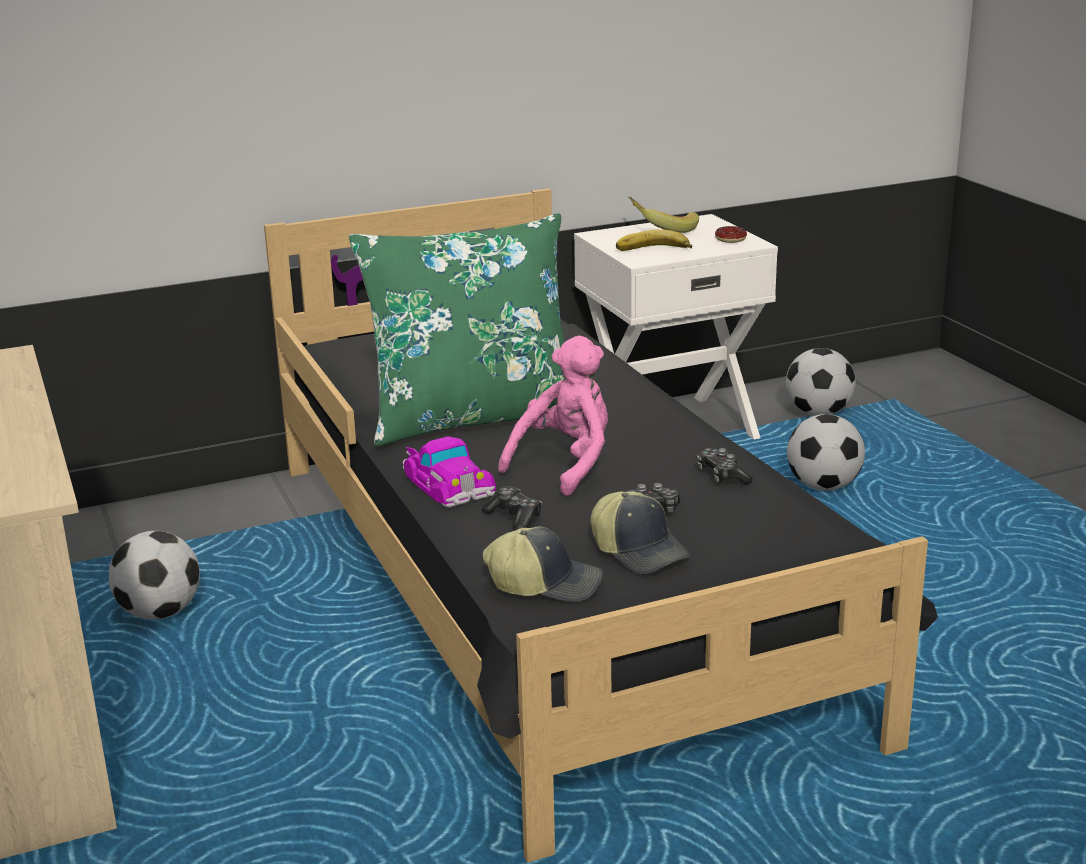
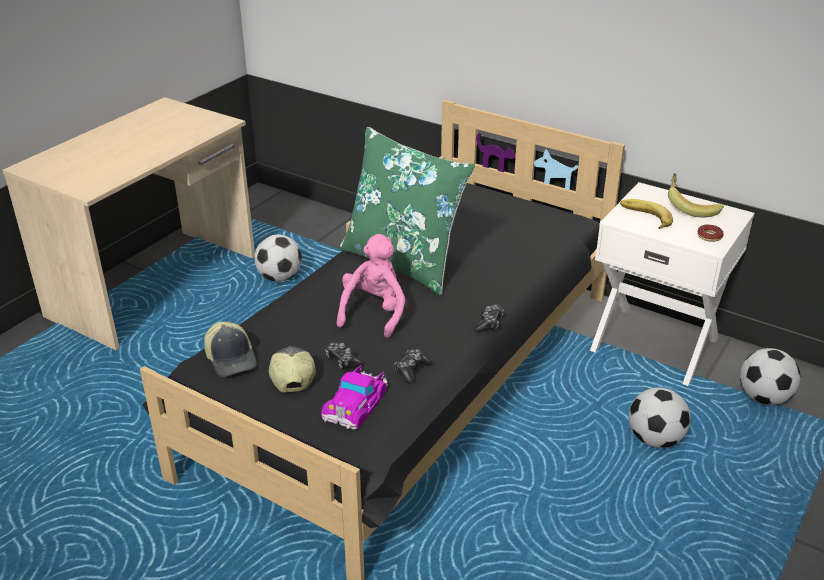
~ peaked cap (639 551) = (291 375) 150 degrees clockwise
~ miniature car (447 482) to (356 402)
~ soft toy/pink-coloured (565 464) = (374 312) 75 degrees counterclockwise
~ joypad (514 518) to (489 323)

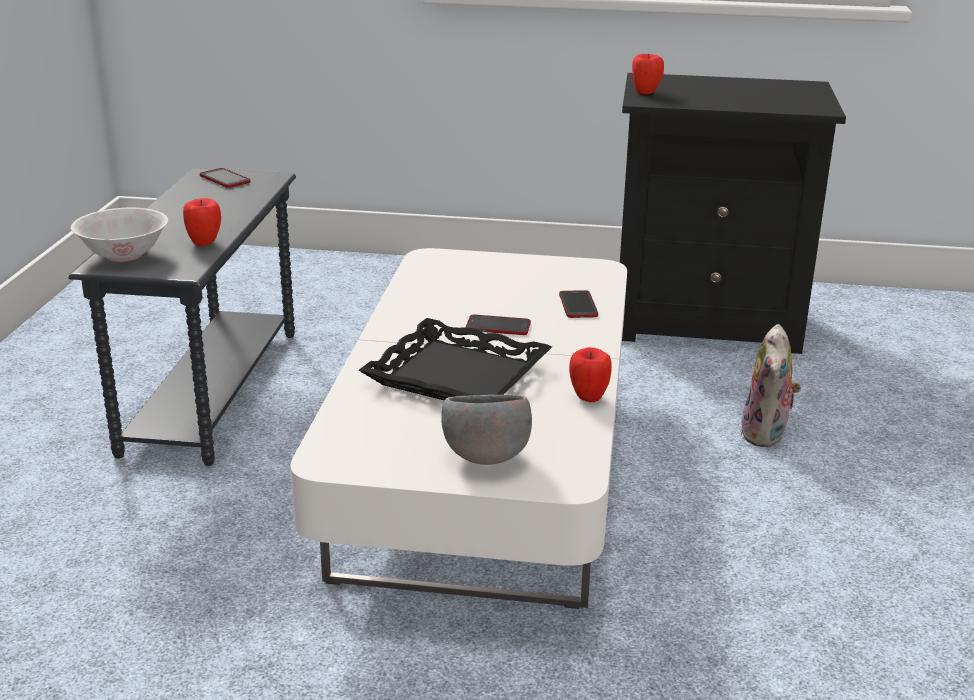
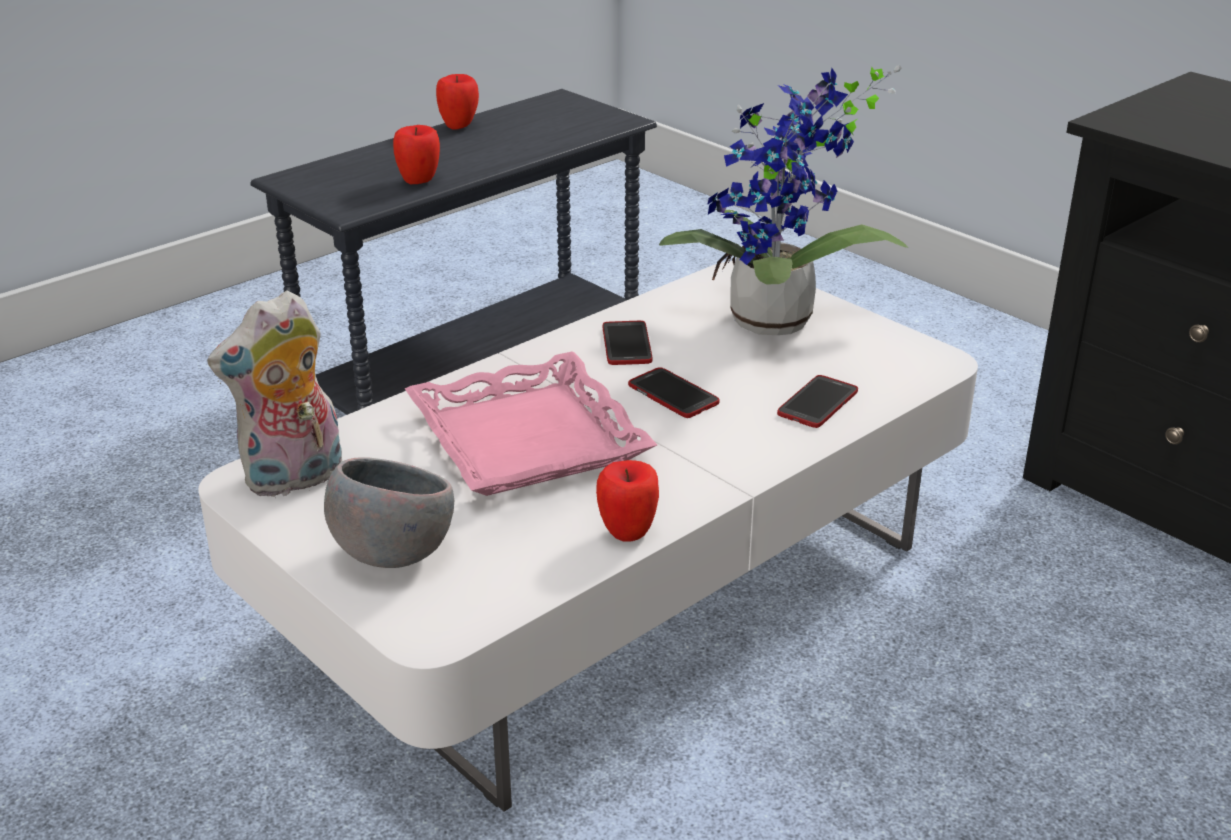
~ soft toy (766 435) to (294 480)
~ tray/black-coloured (458 375) to tray/pink-coloured (529 439)
~ apple fruit (646 92) to (459 126)
~ telephone (225 179) to (627 345)
+ potted plant (775 326)
- deep dish/whitish (124 255)

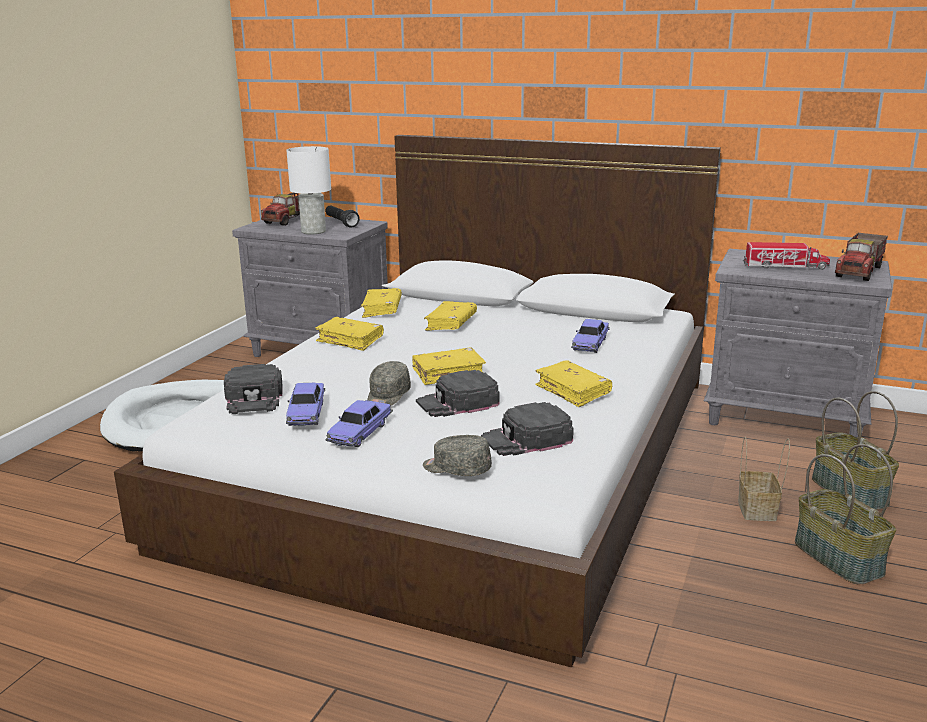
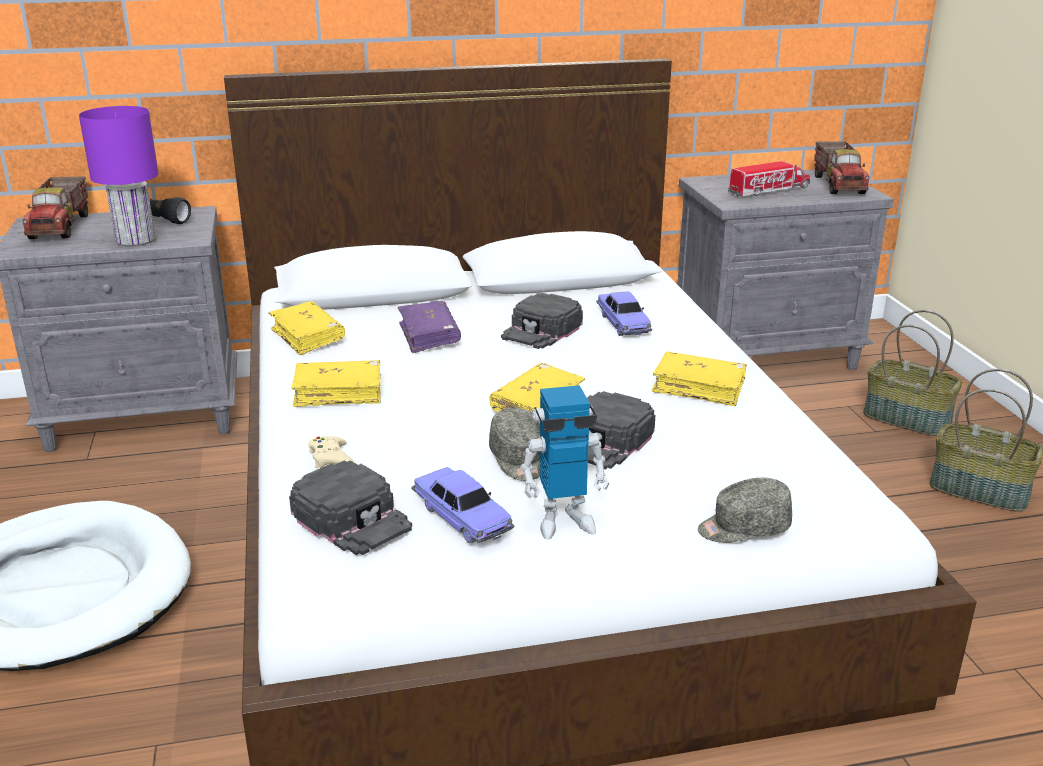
~ tabletop lamp/whitish (312 231) to tabletop lamp/purple-coloured (134 240)
+ joypad/beige (331 458)
~ bound book/yellow-coloured (451 324) to bound book/purple-coloured (429 335)
~ peaked cap/black-coloured (527 438) to (542 330)
~ miniature car (360 432) to robot figure (563 520)
- storage basket (758 510)

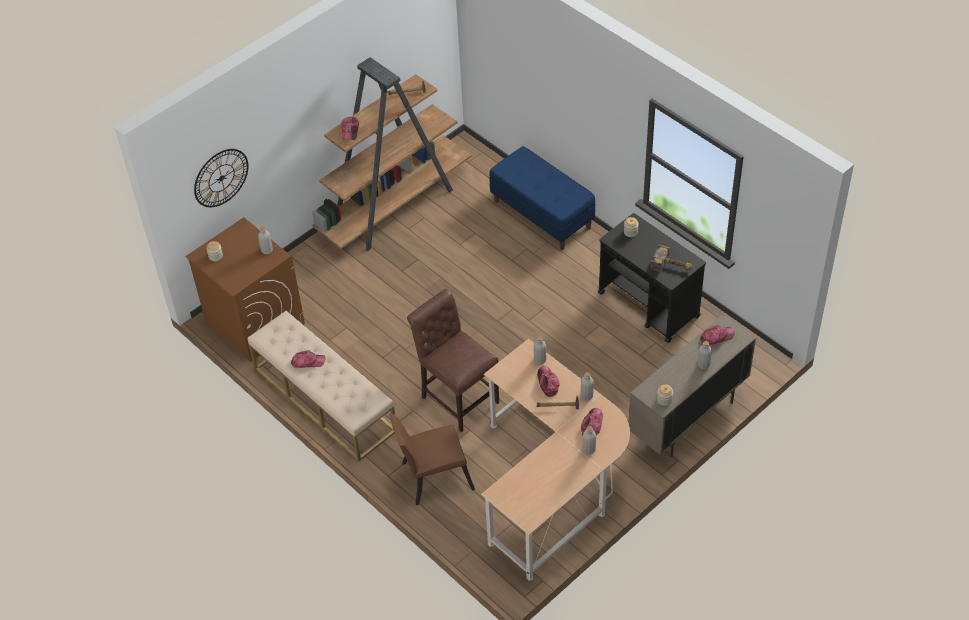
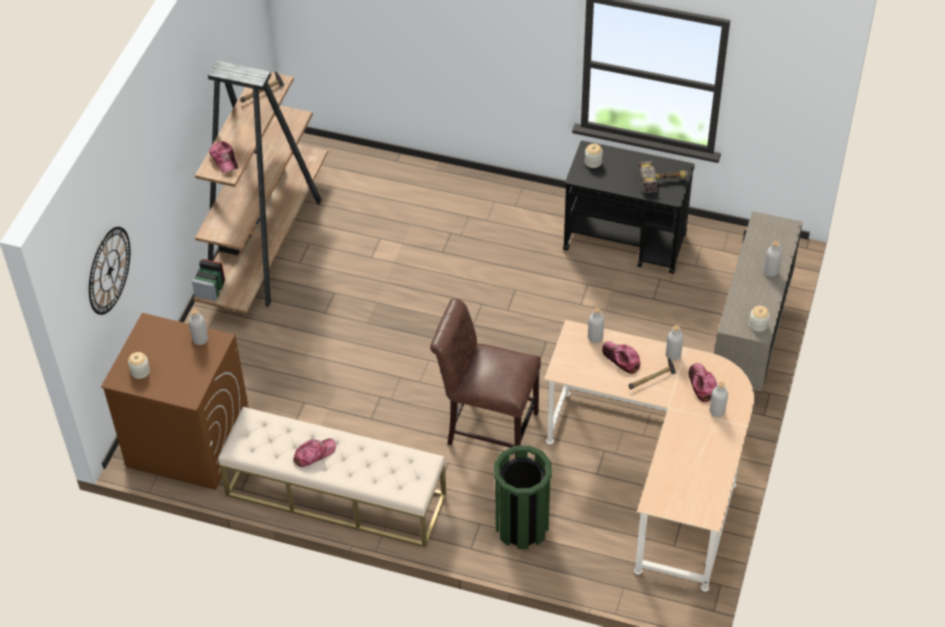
~ upright chair/brown (432 476) to waste bin/greenish (522 526)
- long seat/blue-coloured (542 214)
- peaked cap (717 337)

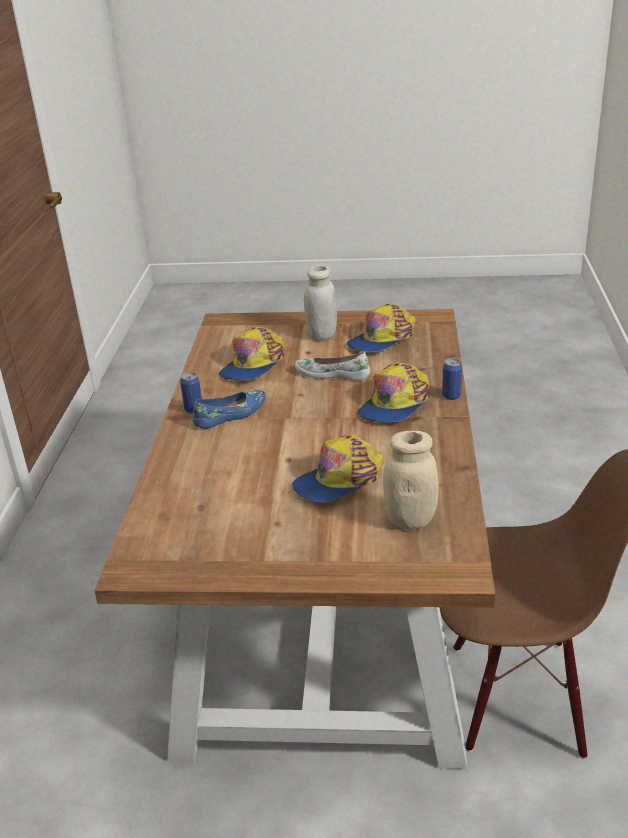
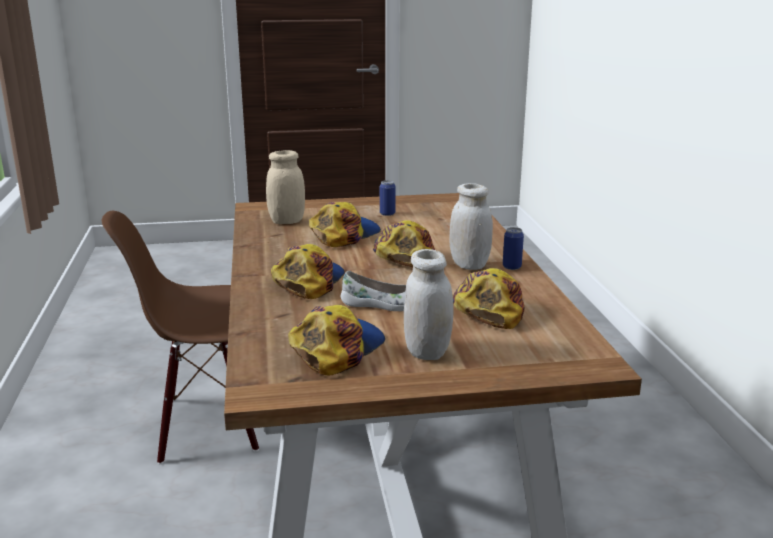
+ peaked cap (404 255)
~ sealed can (451 396) to (387 213)
~ low shoe/blue-coloured (231 415) to preserve jar/whitish (469 265)

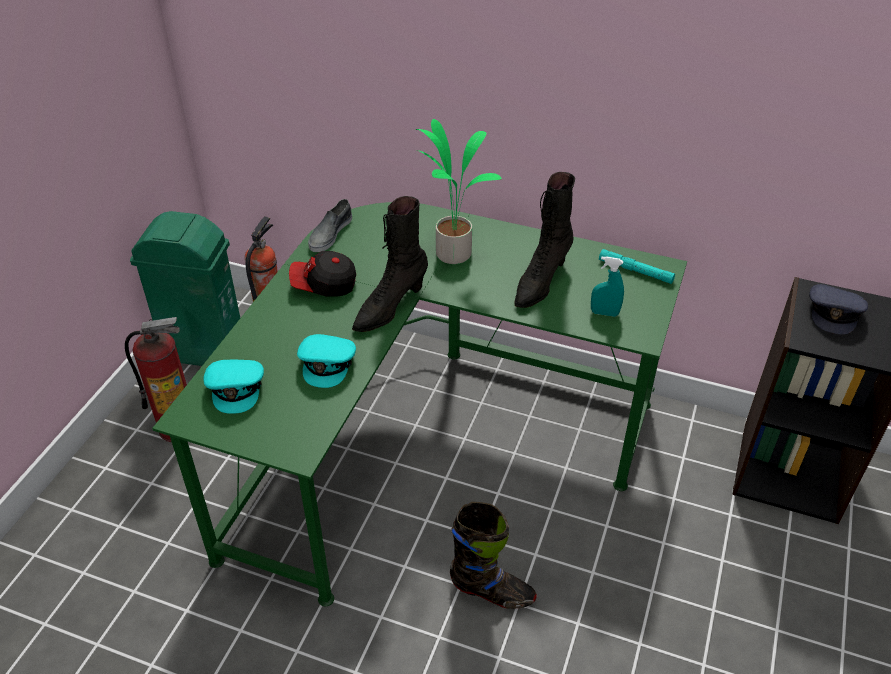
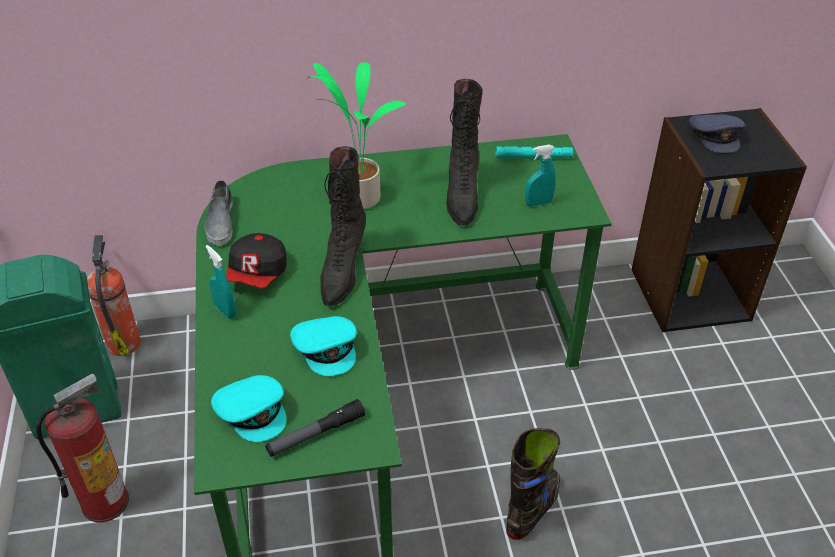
+ hand sprayer/turquoise-coloured (225 311)
~ peaked cap (324 285) = (257 274) 45 degrees counterclockwise
+ flashlight (316 434)
~ high-top boot/black-coloured (491 591) = (532 509) 45 degrees counterclockwise

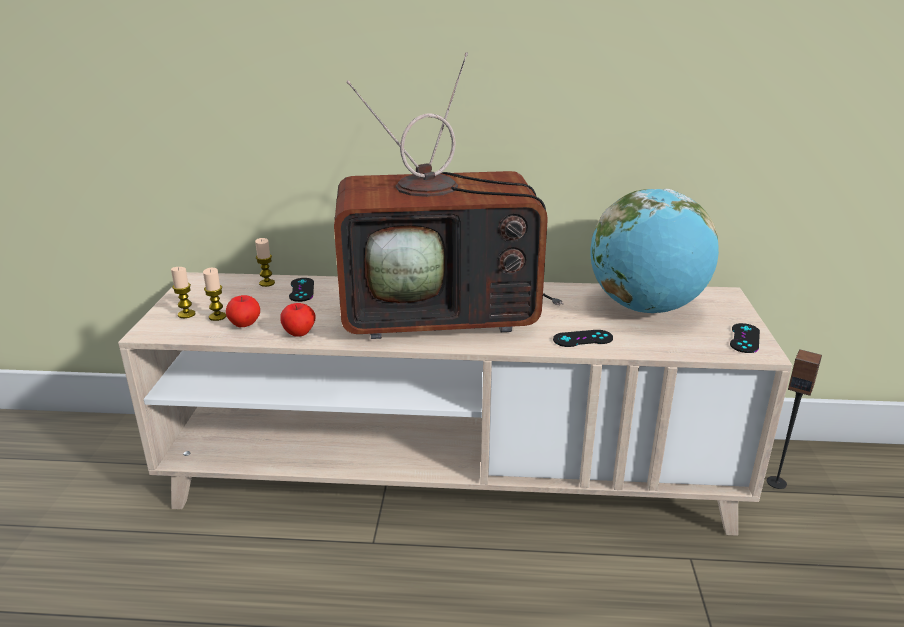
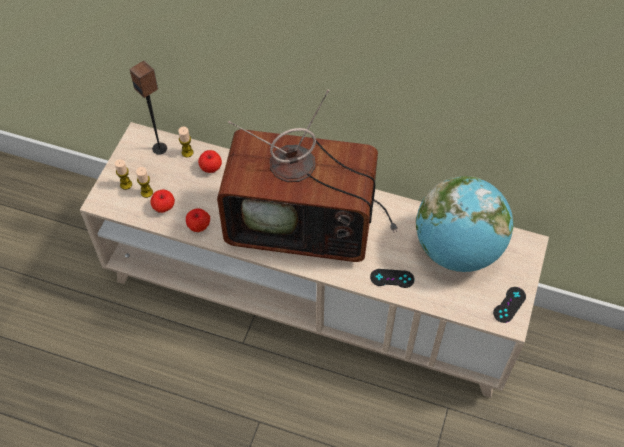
~ audio speaker (776 482) to (160 148)
~ joypad/black-coloured (301 290) to apple fruit (211 168)

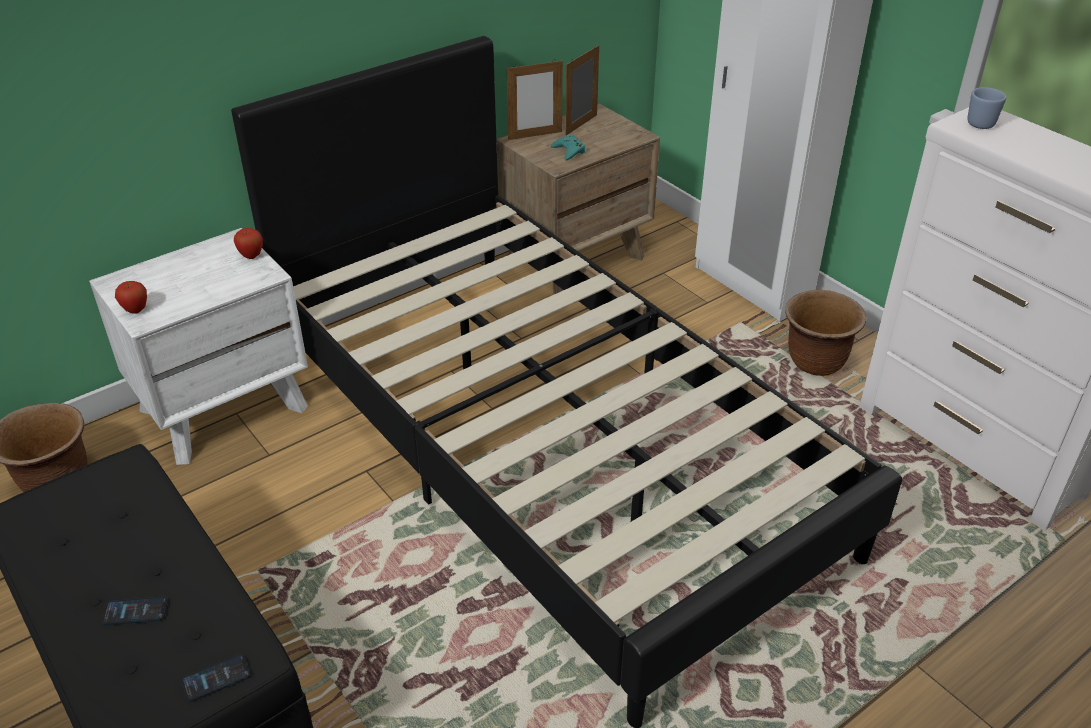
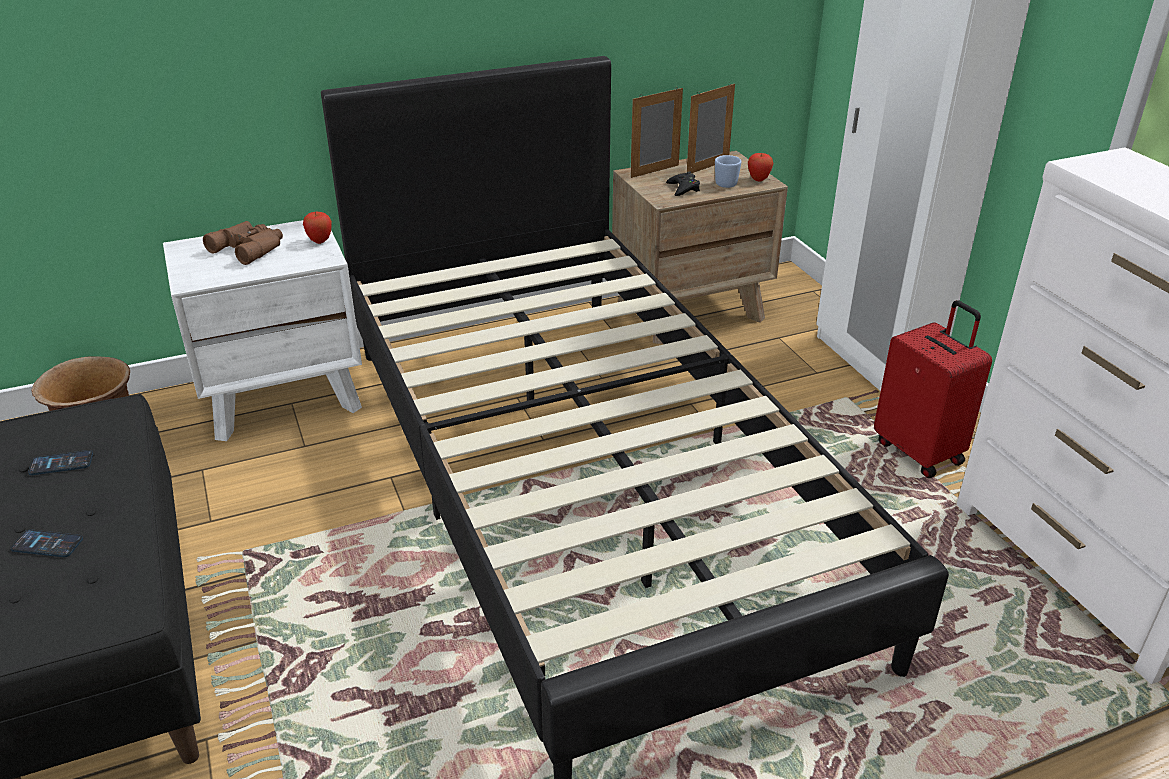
~ telephone (216 678) to (61 463)
+ field glasses/brown (250 247)
~ standing frame (535 135) = (654 171) 150 degrees clockwise
~ joypad/turquoise-coloured (569 151) to joypad/black-coloured (683 188)
~ tea mug/blue-coloured (979 122) to (727 183)
~ apple fruit (135 310) to (758 179)
~ flower pot/brown (815 363) to suitcase/red-coloured (920 451)

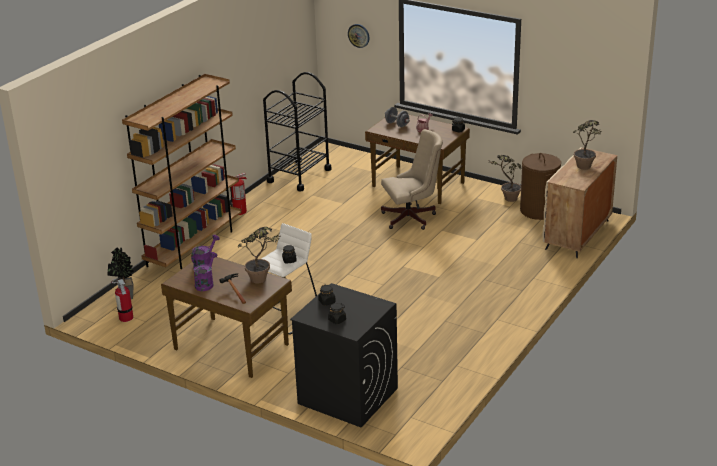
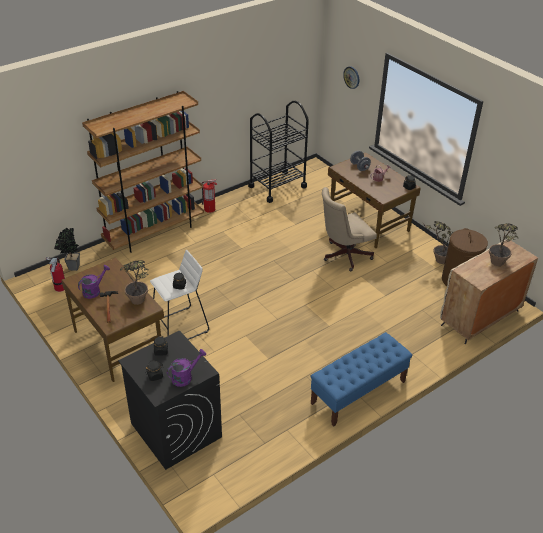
~ watering pot/purple-coloured (205 264) to (185 377)
+ long seat/blue-coloured (358 392)
~ computer chair/beige (412 218) = (343 256) 150 degrees clockwise

